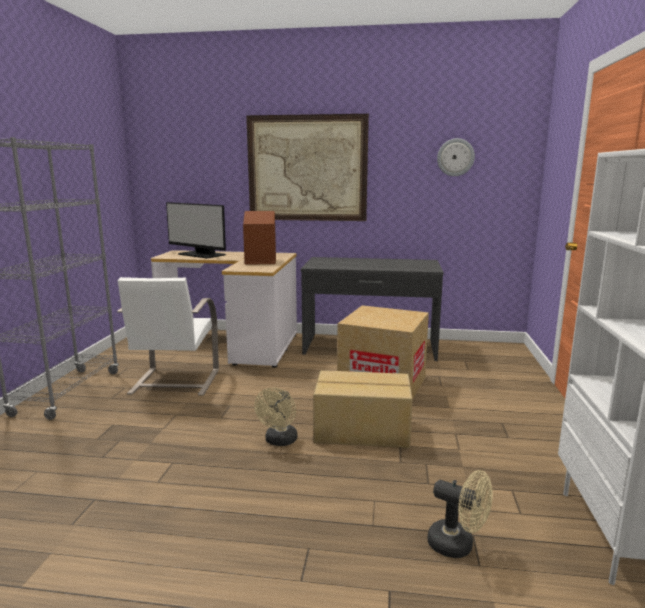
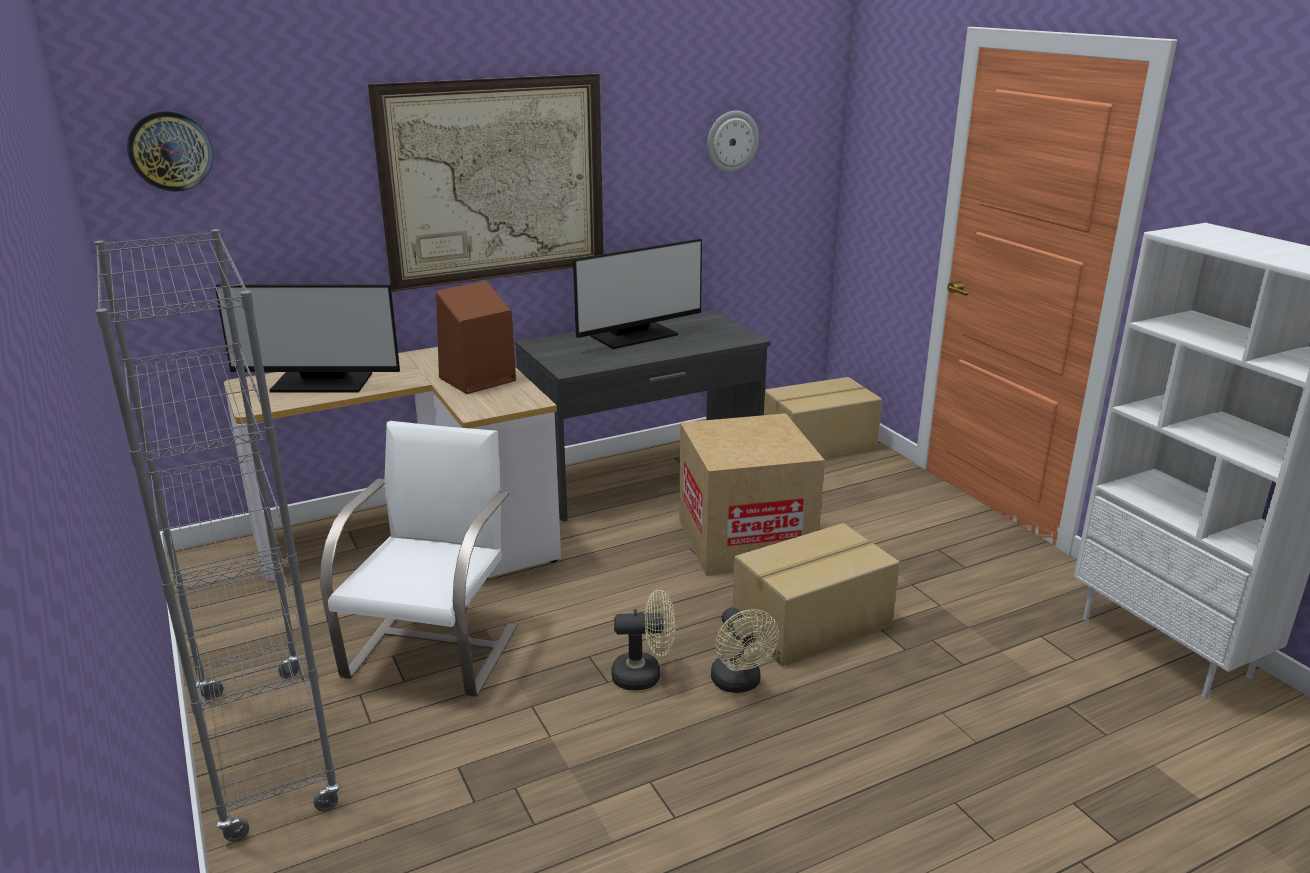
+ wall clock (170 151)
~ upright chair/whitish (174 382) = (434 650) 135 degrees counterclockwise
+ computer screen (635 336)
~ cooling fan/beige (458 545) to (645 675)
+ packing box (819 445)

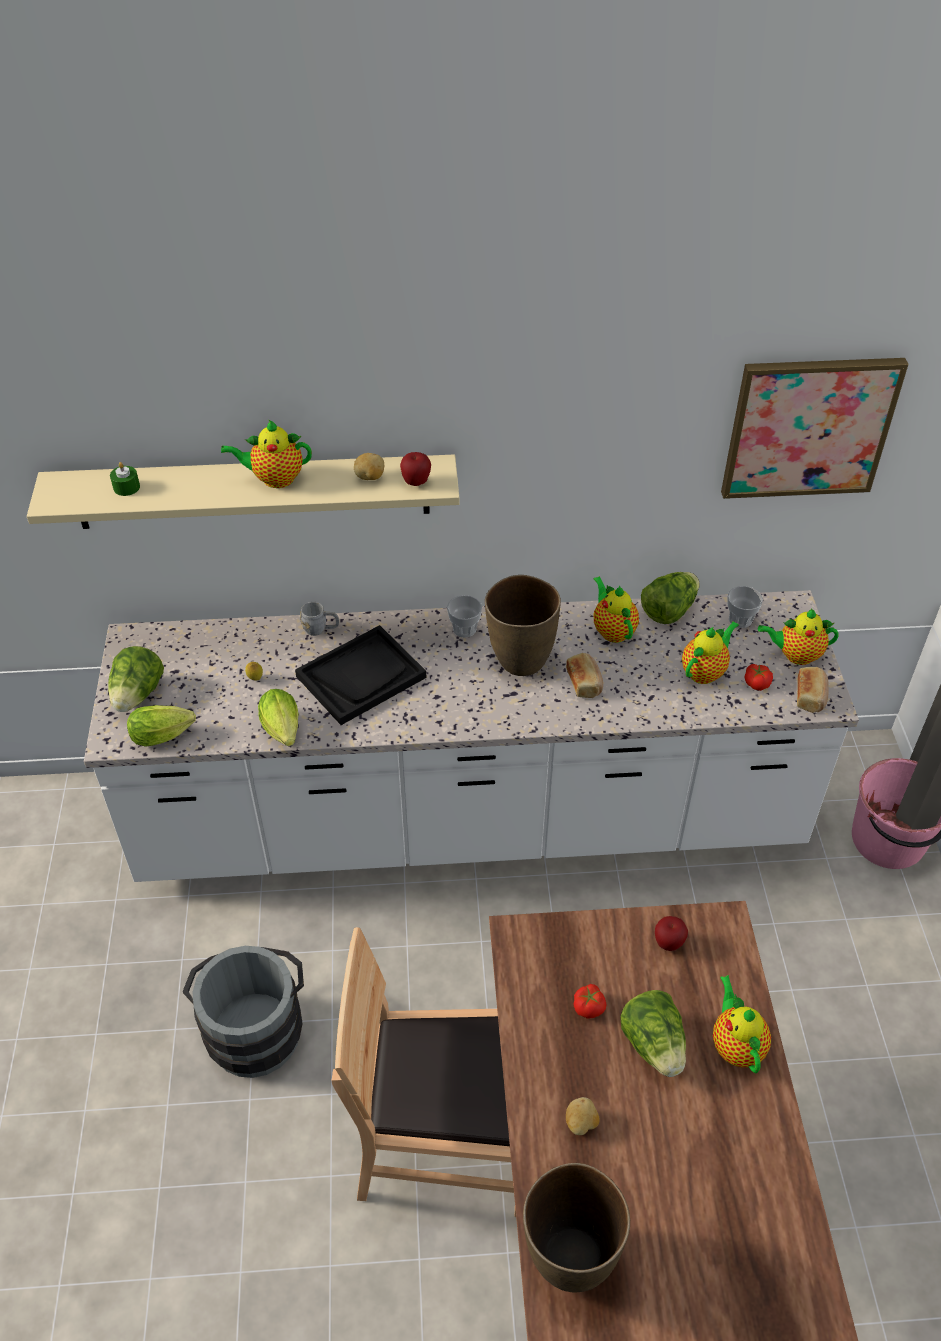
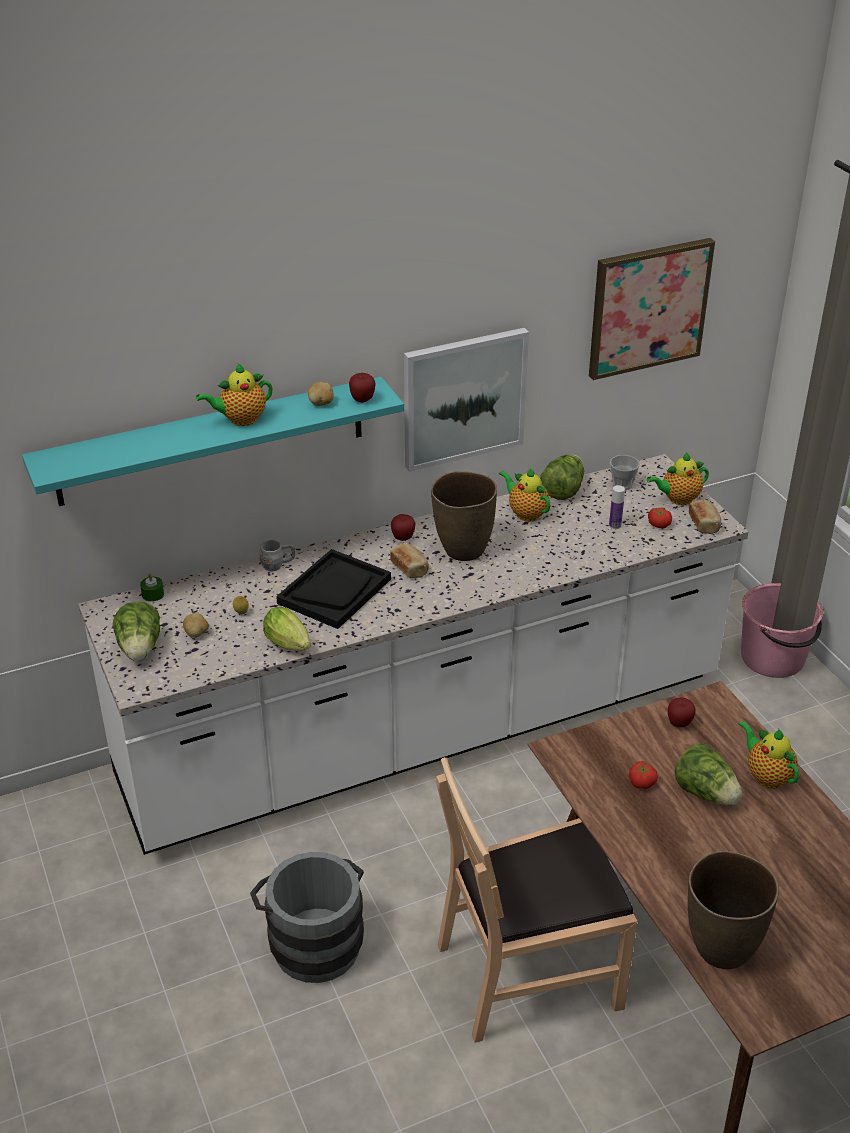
~ bracket shelf/beige (253 491) to bracket shelf/turquoise-coloured (212 441)
~ wax candle/greenish (126 487) to (153 594)
~ whole potato (581 1123) to (196 634)
~ baked bread (584 682) to (410 568)
~ small cup (464 629) to apple fruit (403 538)
+ wall picture (463 398)
~ pot for tea (705 671) to bottle (615 525)
- lettuce head (165 735)

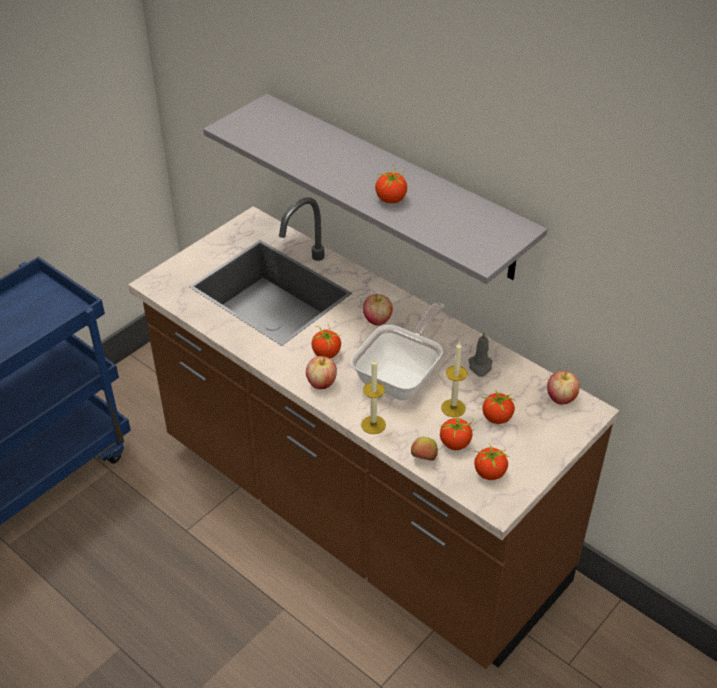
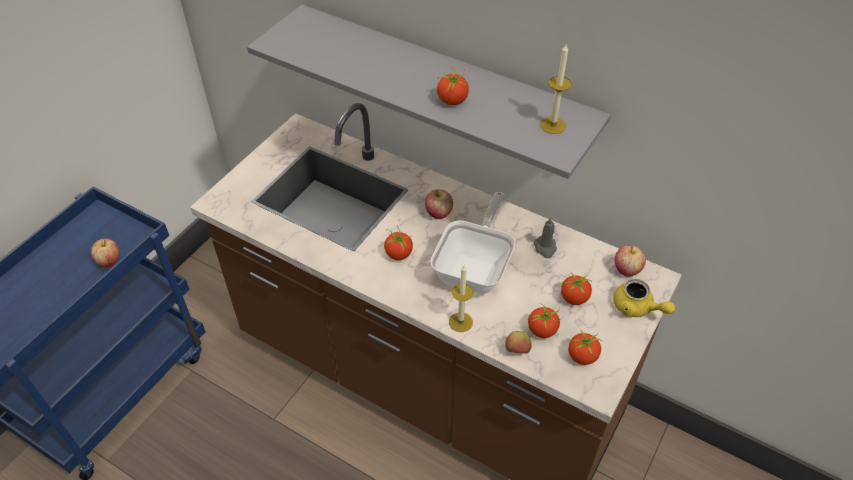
~ apple fruit (321 383) to (110 261)
~ wax candle (453 408) to (553 125)
+ pot for tea/yellow-coloured (637 308)

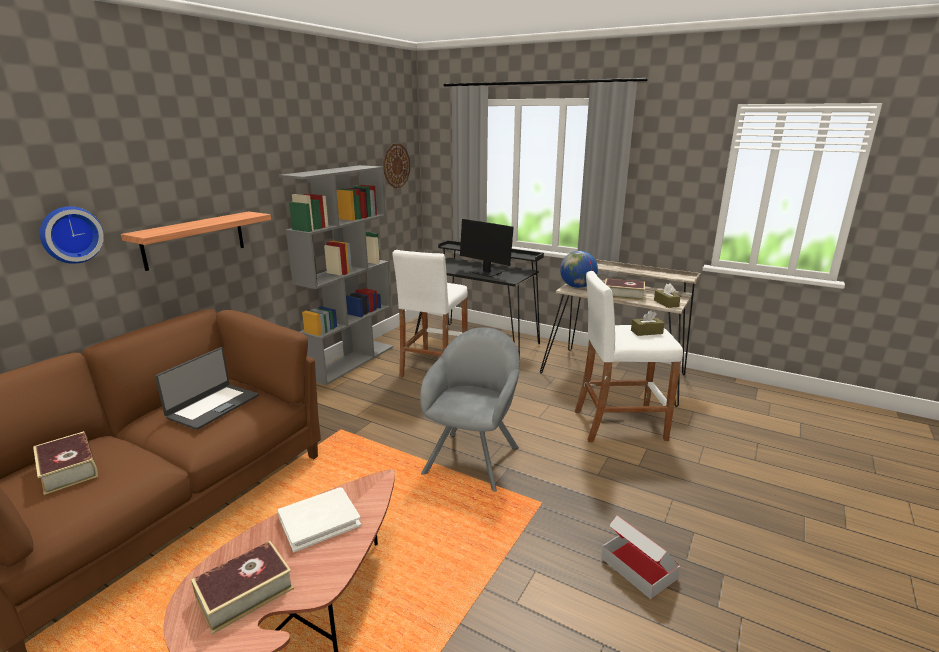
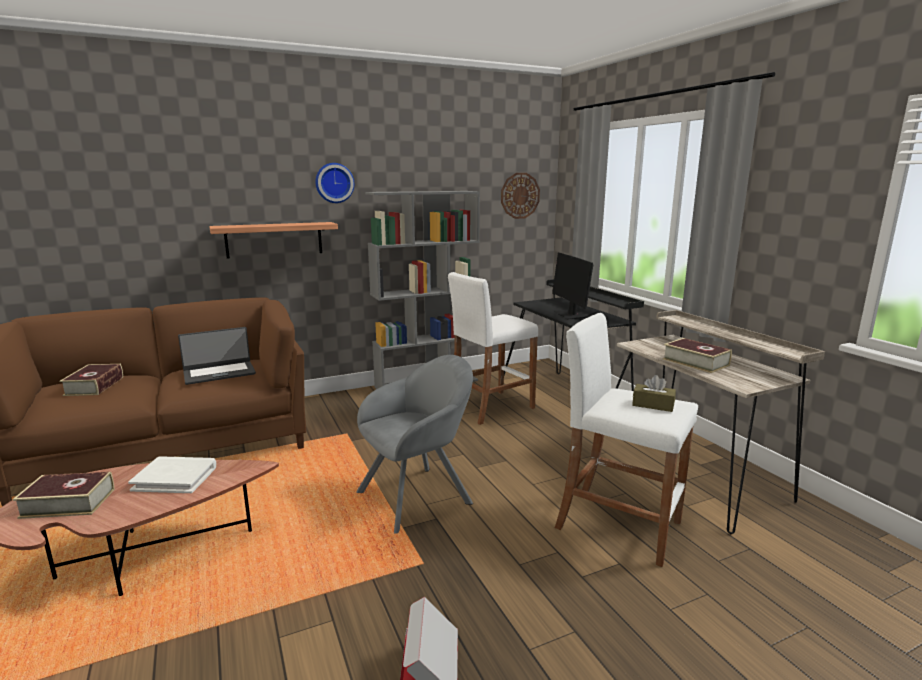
~ wall clock (70 234) to (334 183)
- desk globe (577 287)
- tissue holder/brown (666 303)

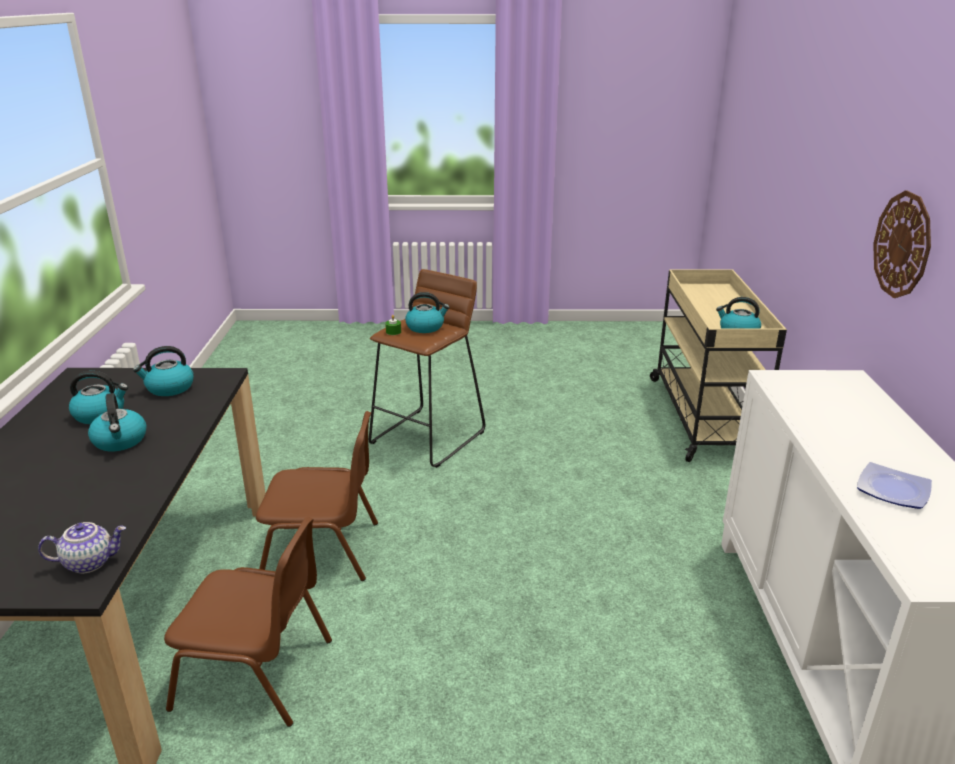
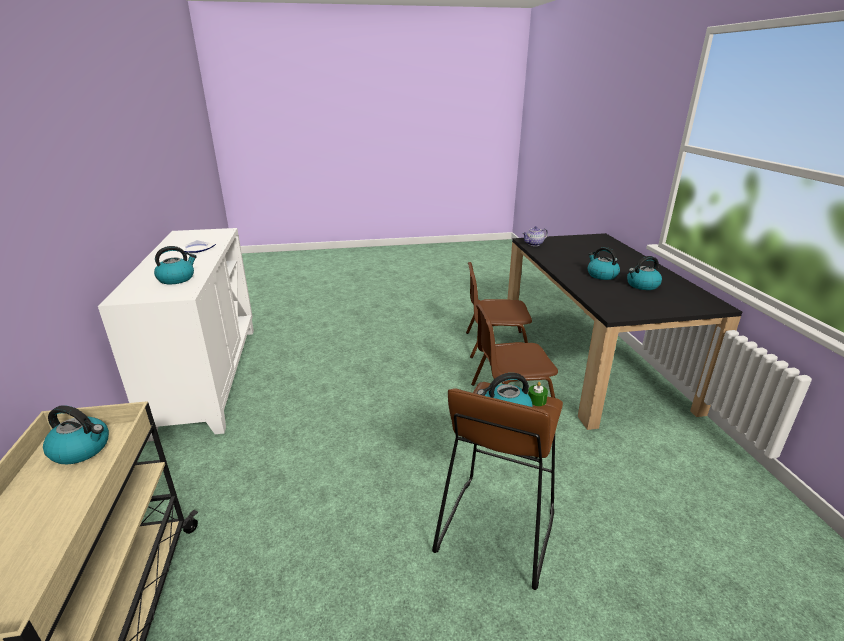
~ kettle (169 388) to (177 279)
- wall clock (902 245)

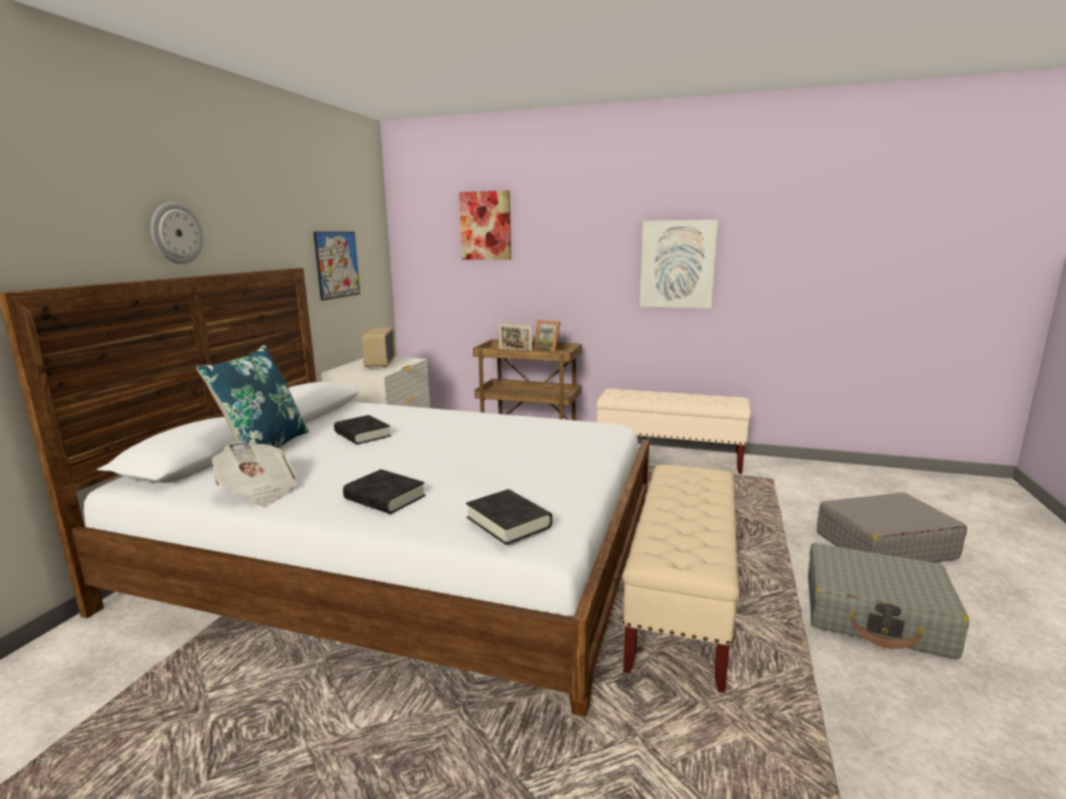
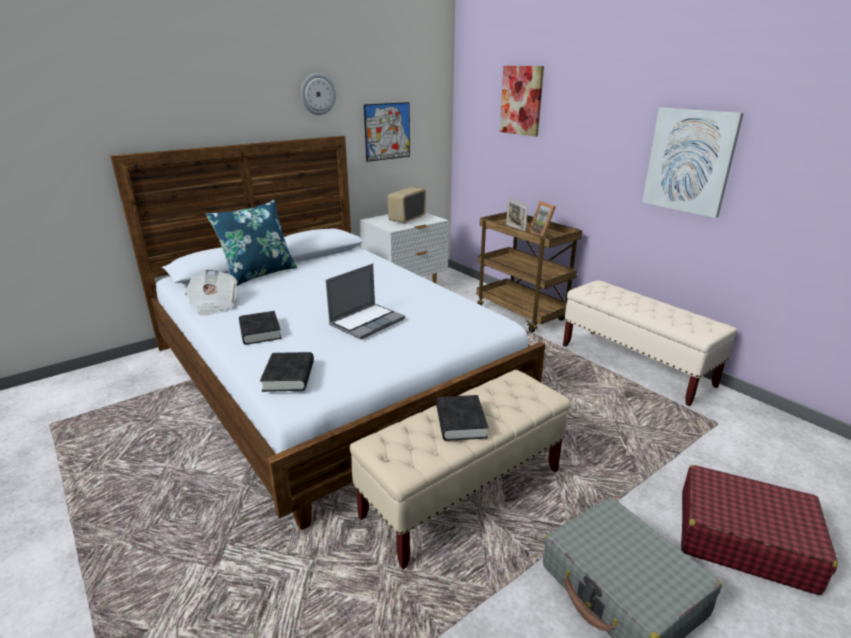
~ wall clock (176 233) to (318 94)
+ laptop (367 322)
~ bound book/black-coloured (362 434) to (460 422)
~ suitcase/gray (884 545) to suitcase/red-coloured (743 539)

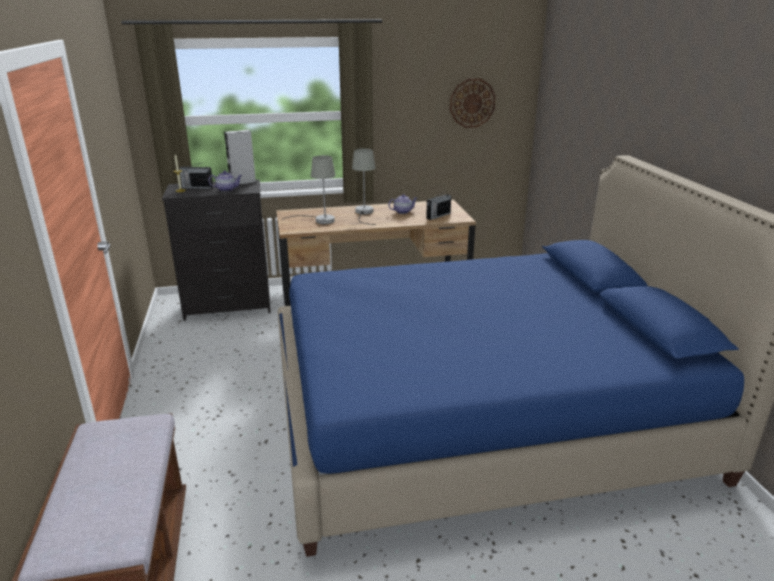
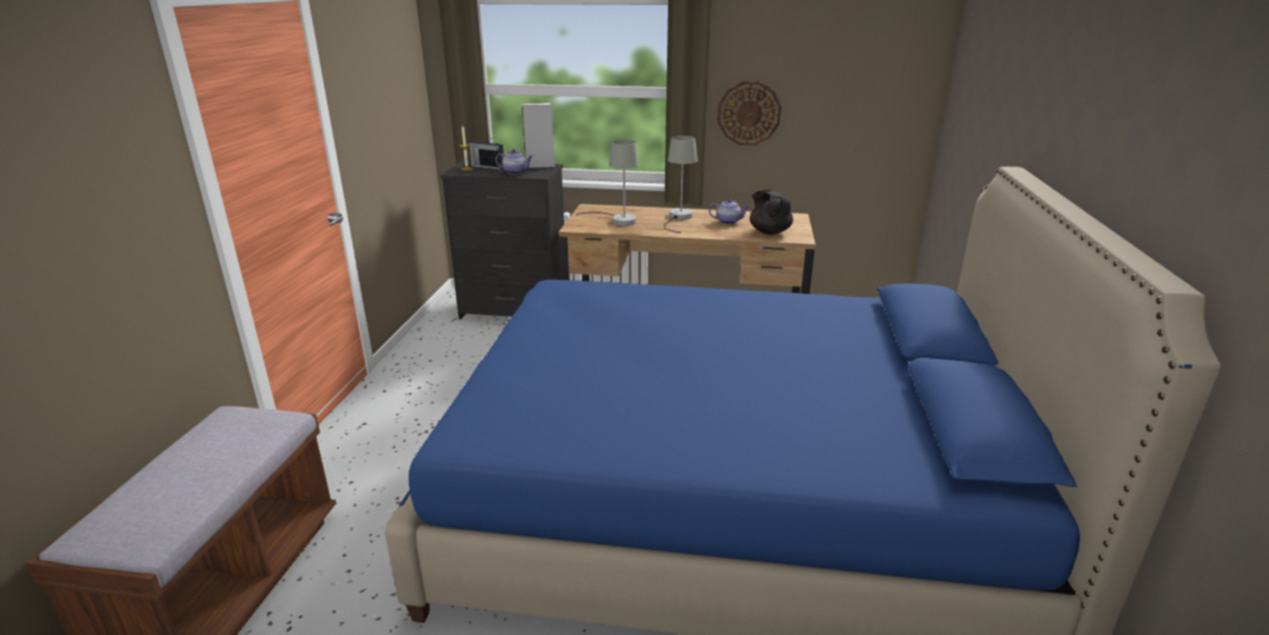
~ wall clock (472 103) to (749 113)
~ radio receiver (438 216) to pot for tea/black-coloured (769 232)

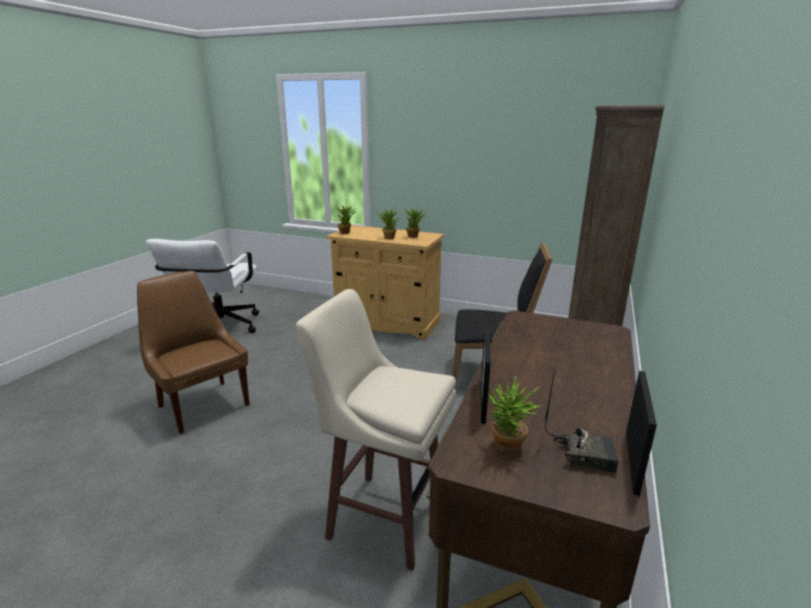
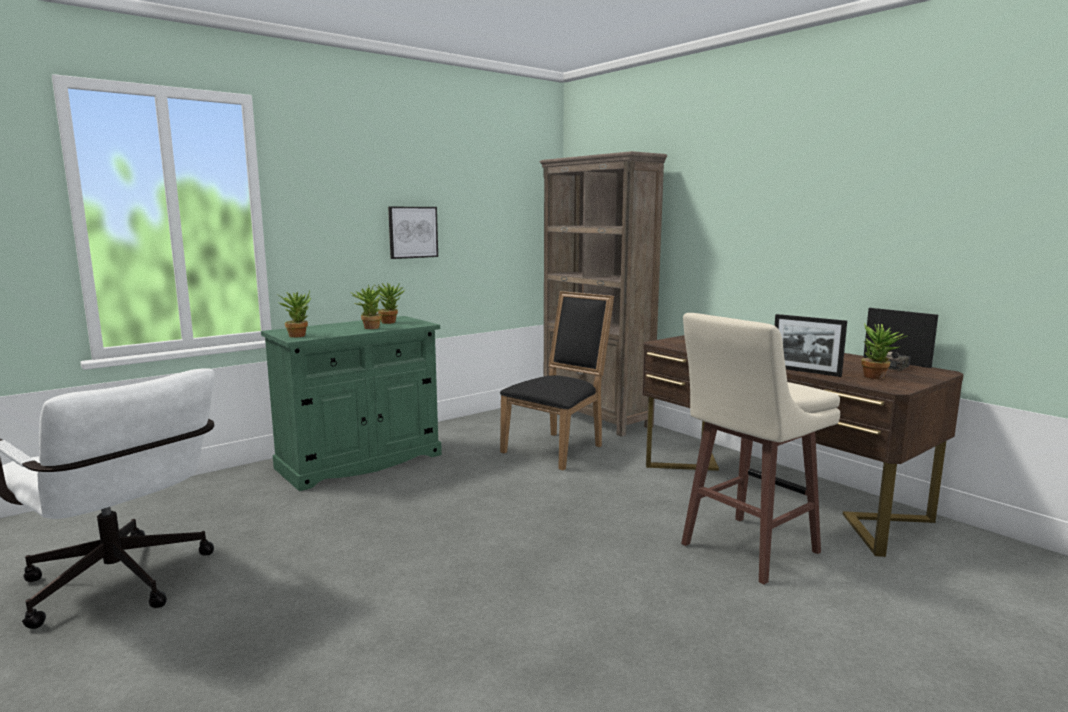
~ cabinet/beige (387 322) to cabinet/greenish (360 461)
+ wall picture (412 232)
- upright chair/brown (202 404)

